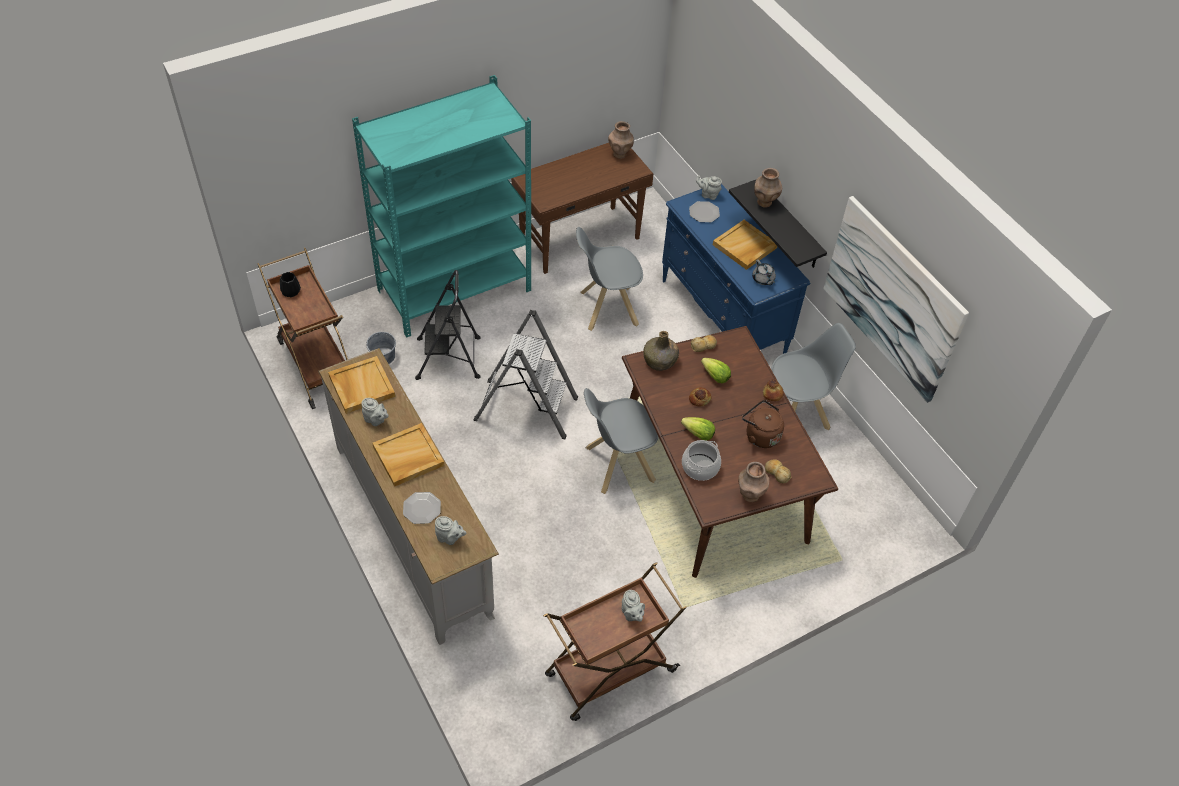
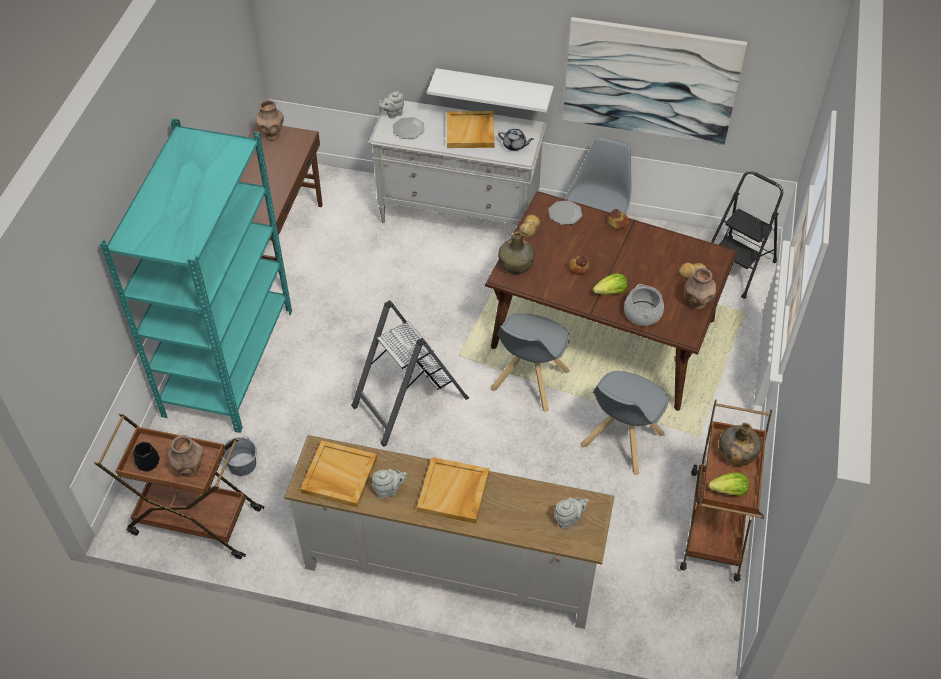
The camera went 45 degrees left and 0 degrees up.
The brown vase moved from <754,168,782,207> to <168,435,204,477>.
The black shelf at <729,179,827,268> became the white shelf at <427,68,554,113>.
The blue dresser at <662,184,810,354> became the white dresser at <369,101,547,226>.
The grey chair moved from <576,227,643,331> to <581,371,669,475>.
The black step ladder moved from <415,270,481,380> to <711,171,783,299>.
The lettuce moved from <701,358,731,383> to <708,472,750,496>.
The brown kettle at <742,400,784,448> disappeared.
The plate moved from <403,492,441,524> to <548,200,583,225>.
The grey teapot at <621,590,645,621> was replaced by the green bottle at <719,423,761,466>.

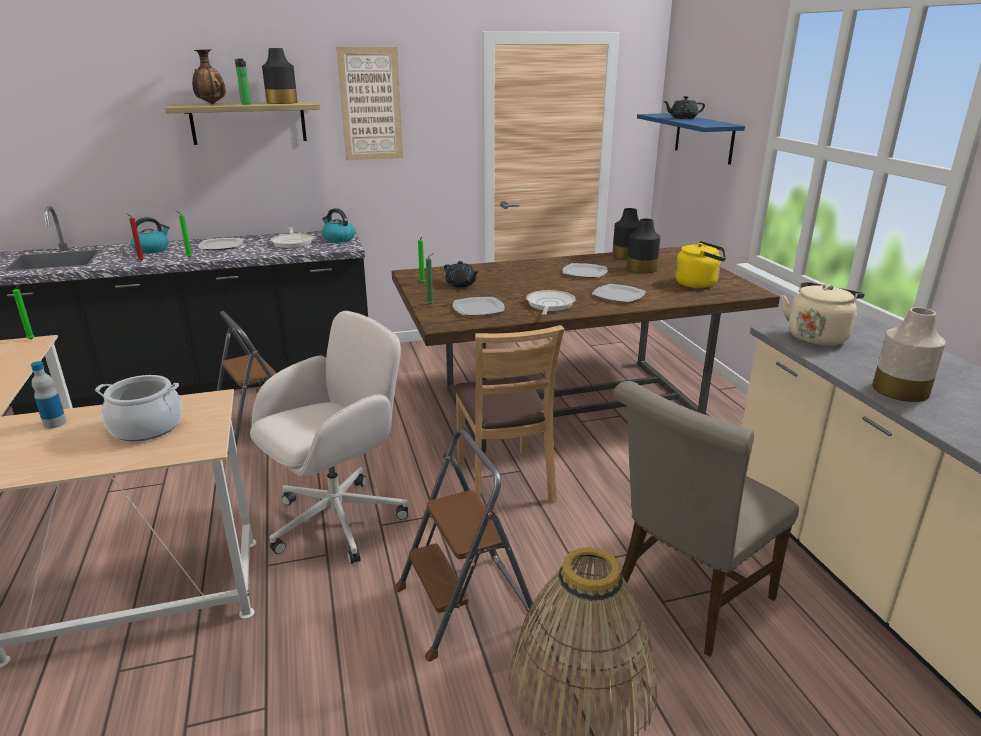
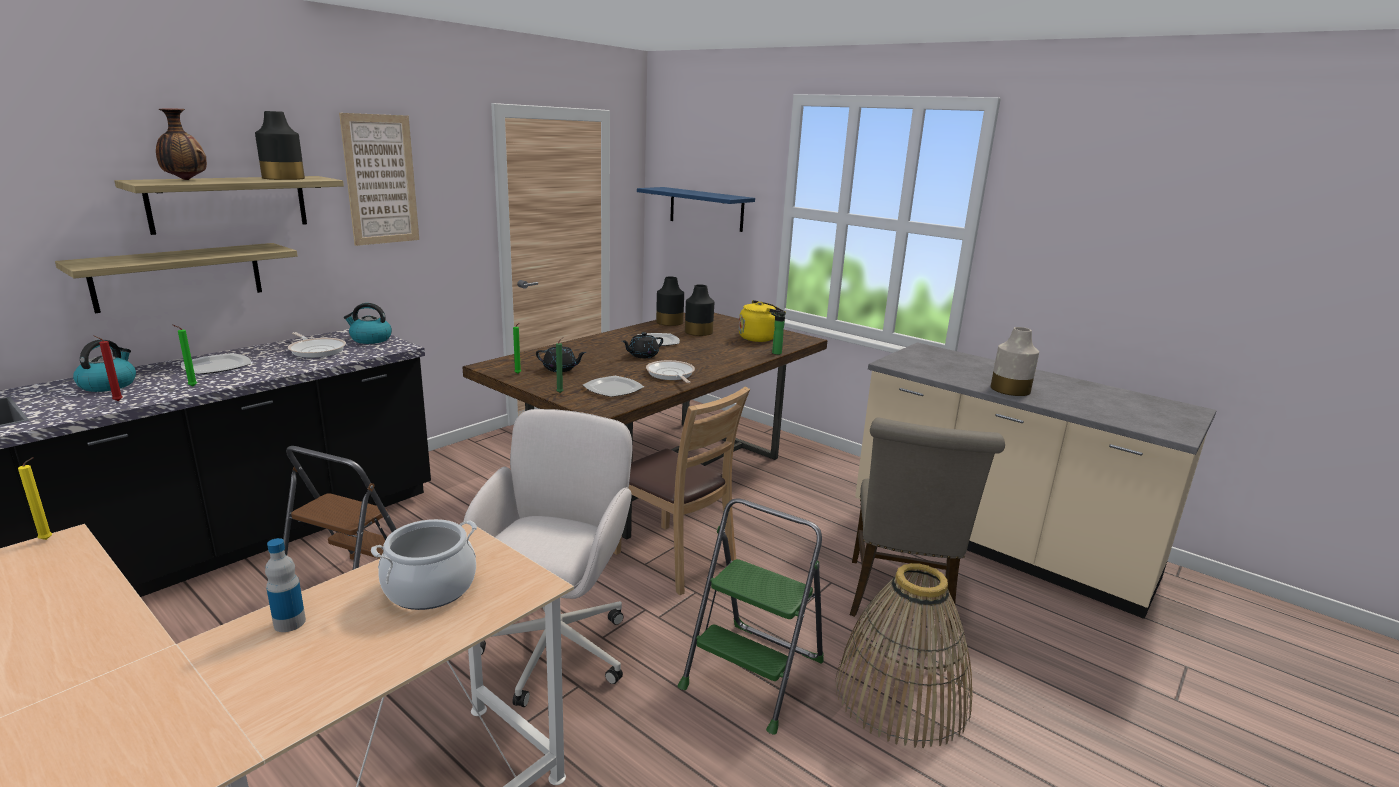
The camera went 35 degrees left and 5 degrees down.
The bottle moved from <235,59,251,105> to <771,312,786,355>.
The black teapot moved from <664,96,705,119> to <622,332,663,358>.
The beige kettle at <781,282,865,346> disappeared.
The plate at <592,284,646,302> disappeared.
The green candle at <13,285,34,340> became the yellow candle at <18,457,52,540>.
The brown step ladder at <394,429,539,662> became the green step ladder at <678,499,824,735>.
The shelf at <55,243,297,313> appeared.

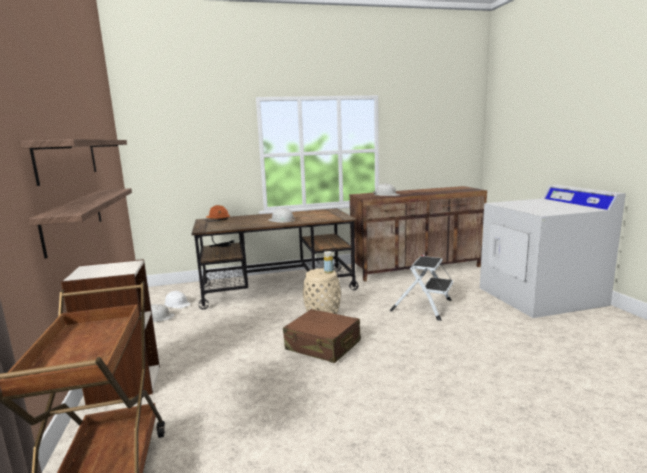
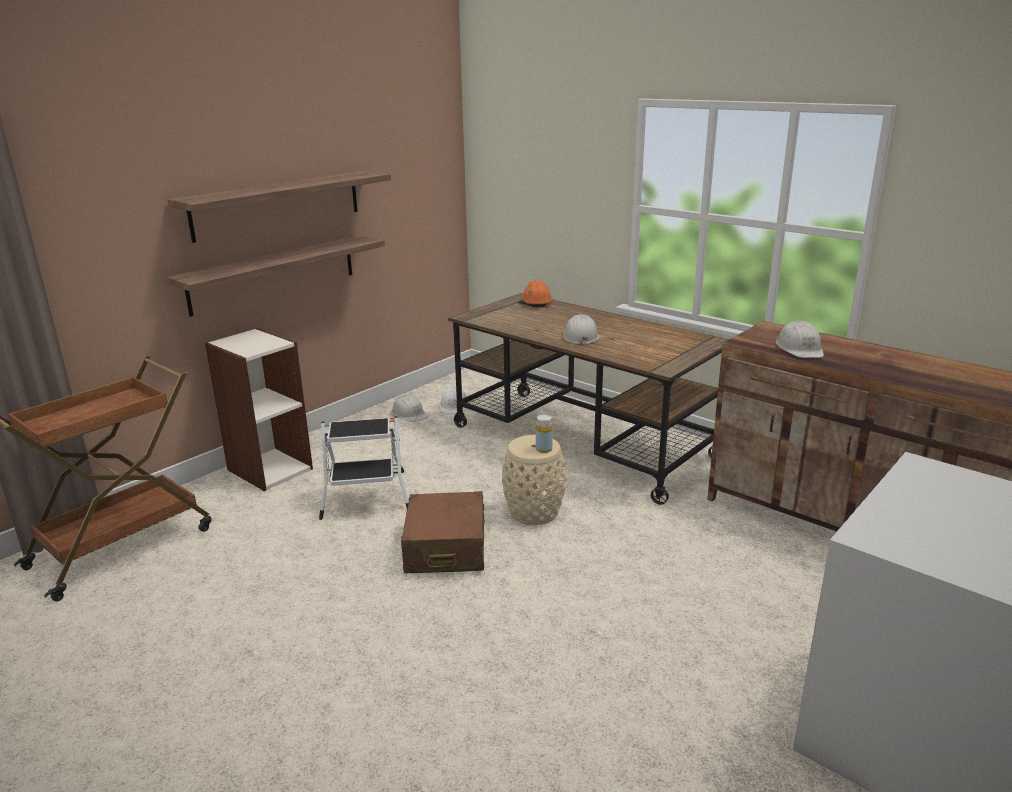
The camera went 55 degrees right and 10 degrees up.
The step ladder moved from <389,254,453,321> to <319,416,409,520>.

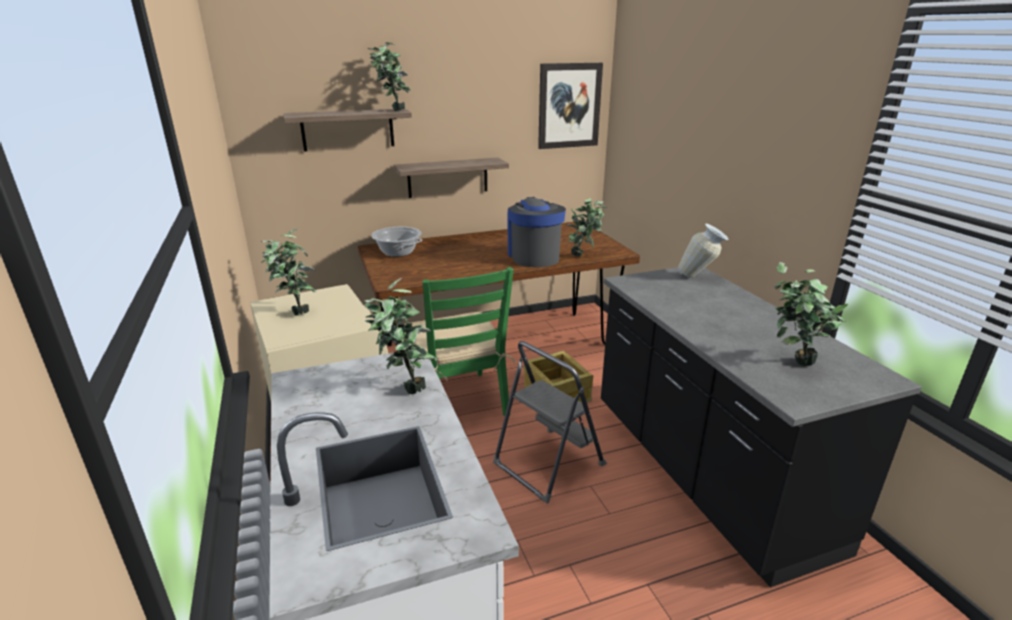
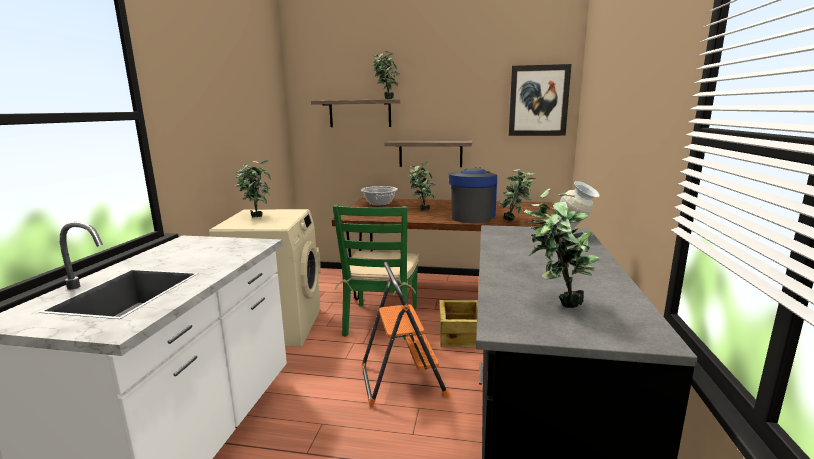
The camera went 30 degrees right and 10 degrees down.
The potted plant moved from <362,278,437,394> to <408,162,436,211>.
The grey step ladder at <493,341,607,504> became the orange step ladder at <361,262,451,408>.

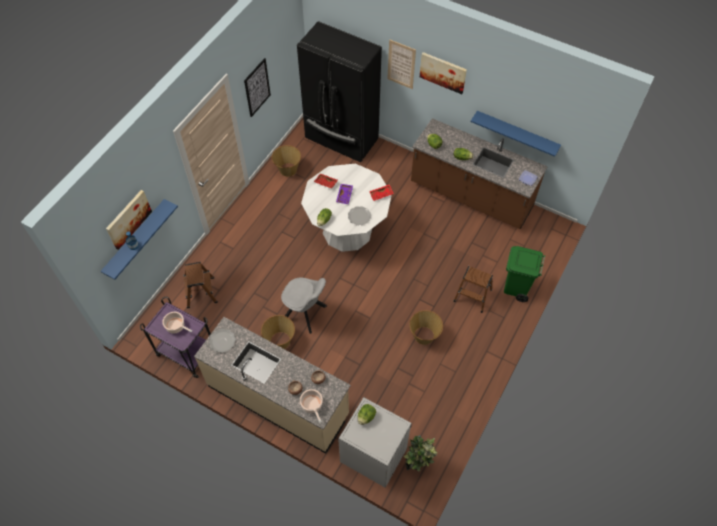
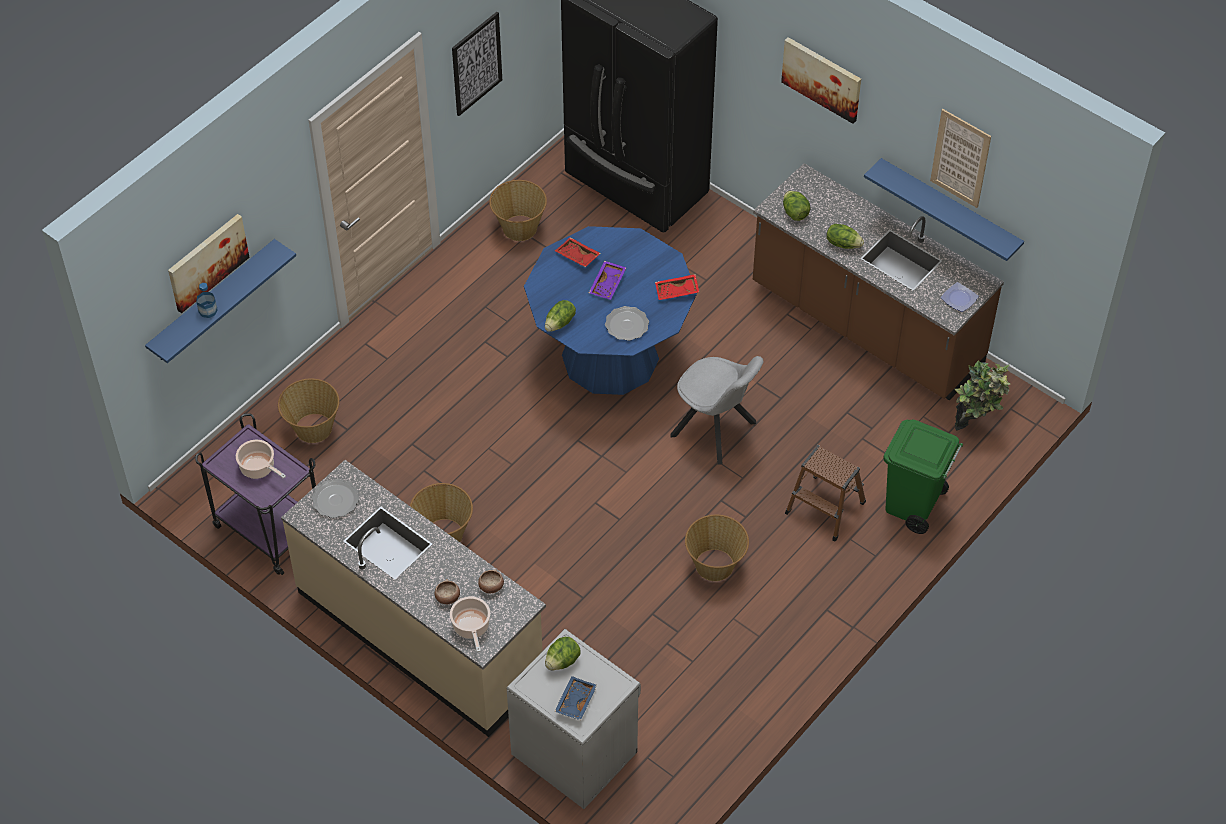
The camera went 10 degrees right and 5 degrees down.
The picture moved from <387,40,416,89> to <930,109,991,208>.
The white dining table at <301,164,392,252> became the blue dining table at <524,226,697,395>.
The brown step ladder at <183,262,218,308> was replaced by the basket at <278,379,339,443>.
The grey chair moved from <281,278,327,334> to <670,356,763,465>.
The potted plant moved from <404,435,437,471> to <955,361,1010,431>.
The blue tray at <554,676,597,720> appeared.

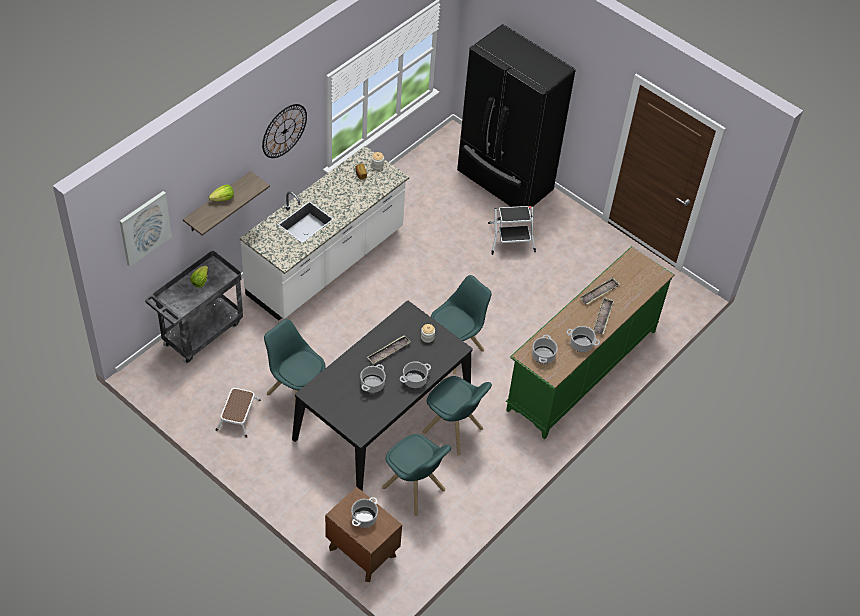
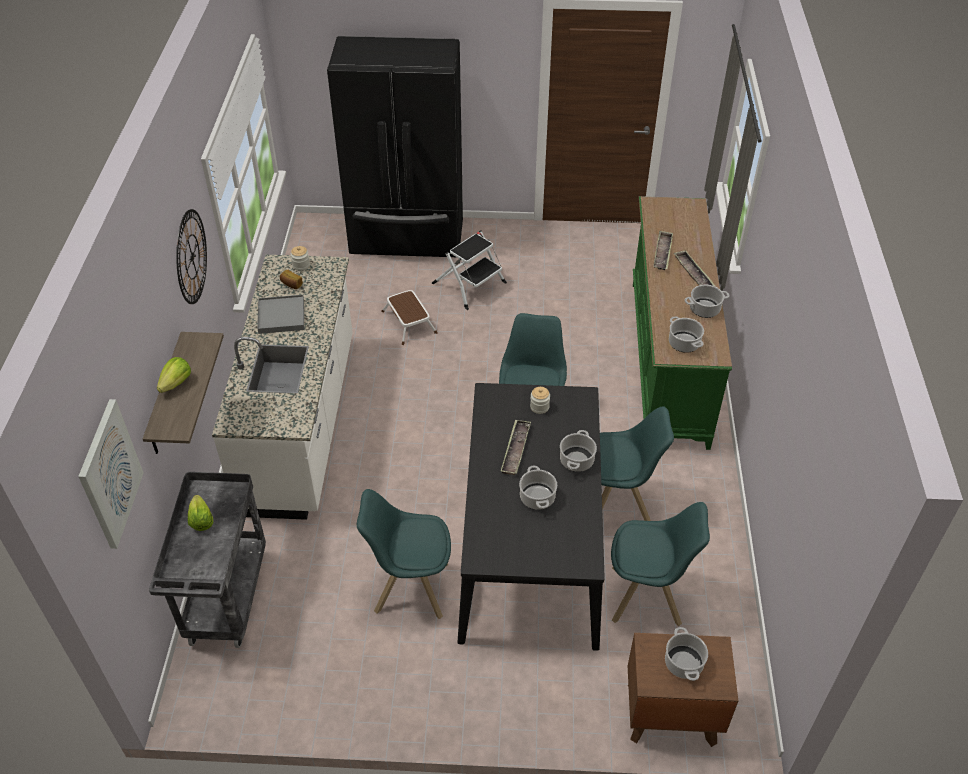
The camera went 35 degrees left and 5 degrees down.
The brown step ladder moved from <216,388,261,438> to <381,290,438,345>.
The grey tray at <257,295,304,334> appeared.

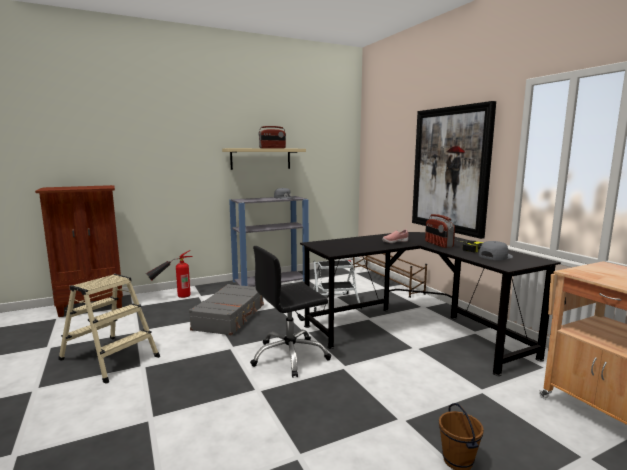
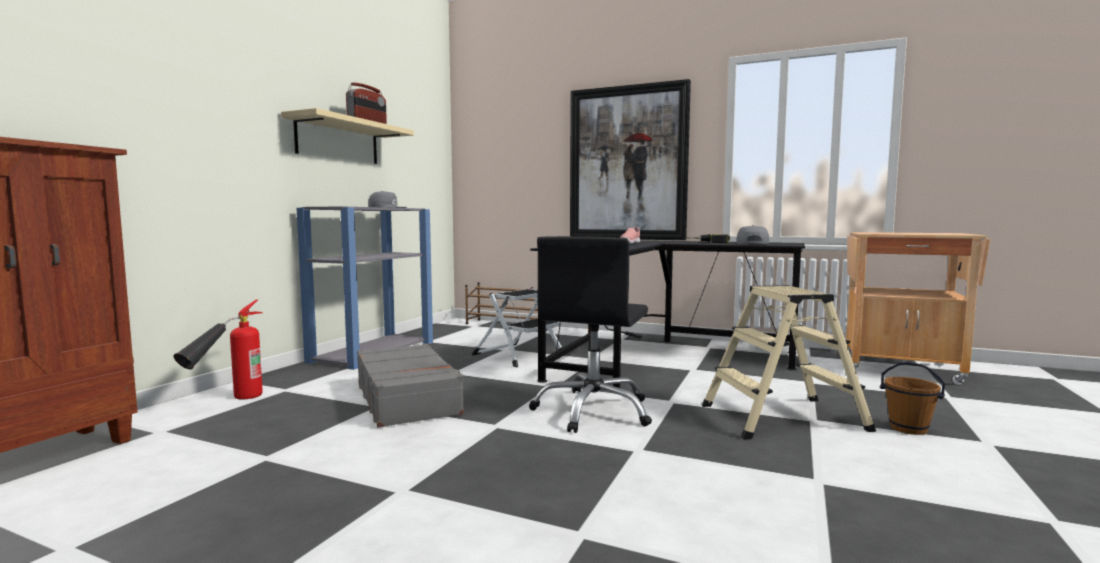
The camera went 40 degrees left and 5 degrees down.
The radio at <425,214,455,248> disappeared.
The beige step ladder moved from <58,274,160,383> to <702,285,876,440>.

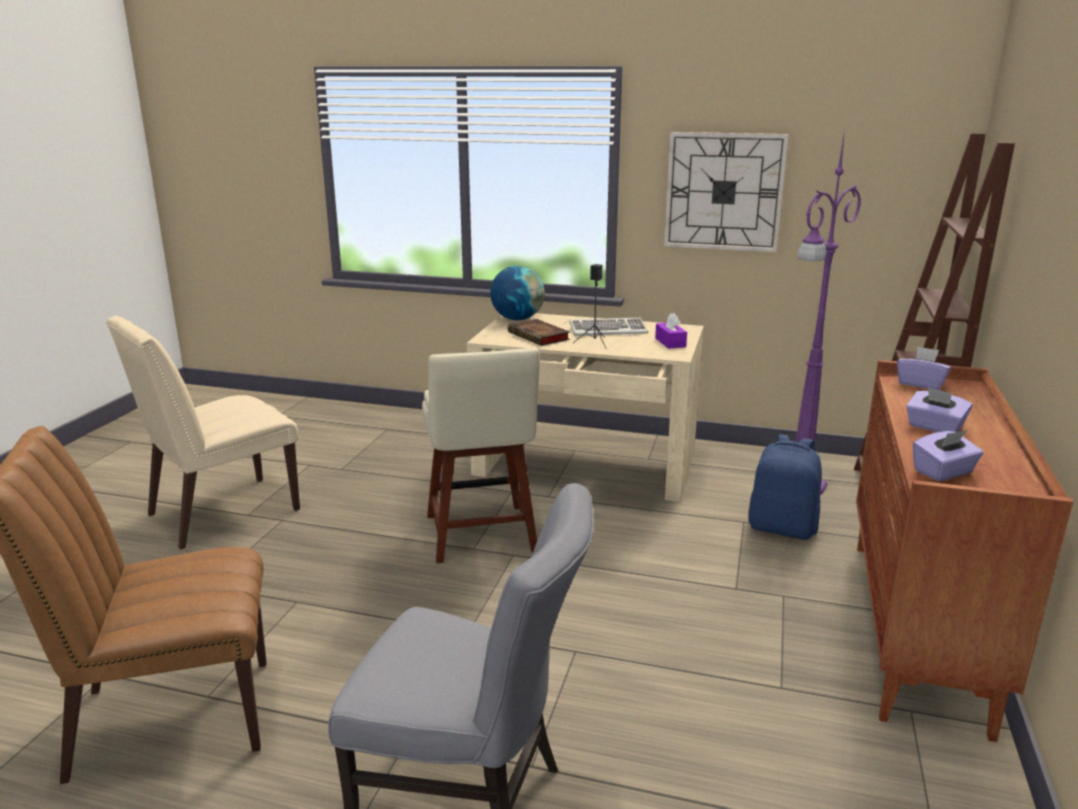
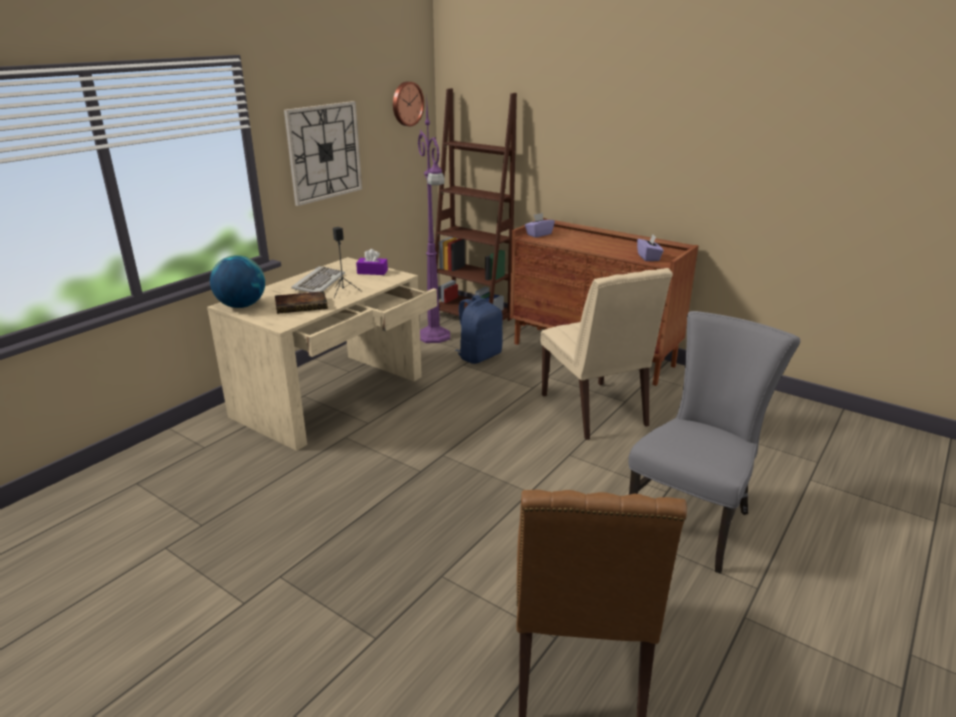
The camera went 70 degrees left and 5 degrees up.
The beige chair moved from <107,316,300,550> to <540,268,673,440>.
The beige stool at <422,348,540,564> disappeared.
The purple tissue box at <906,387,973,432> disappeared.
The wall clock at <393,82,424,126> appeared.

